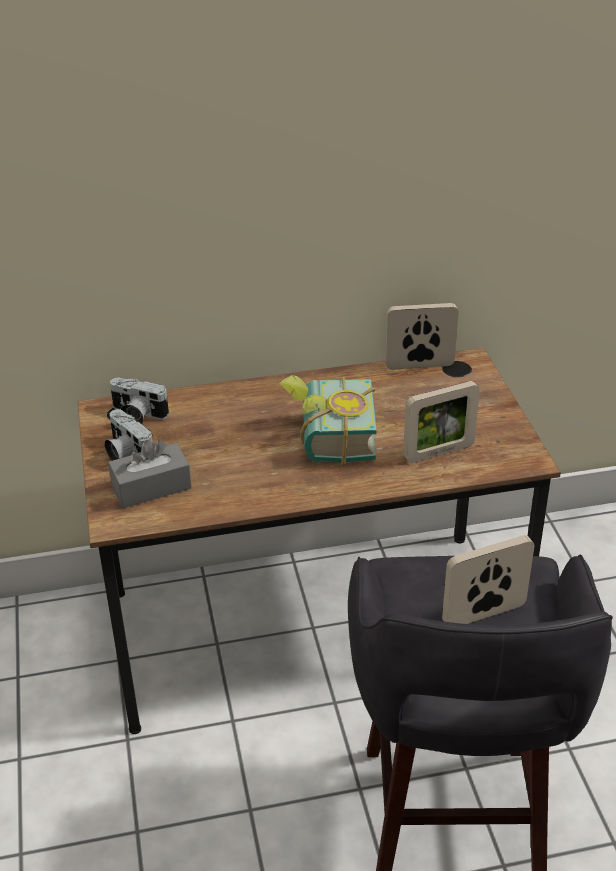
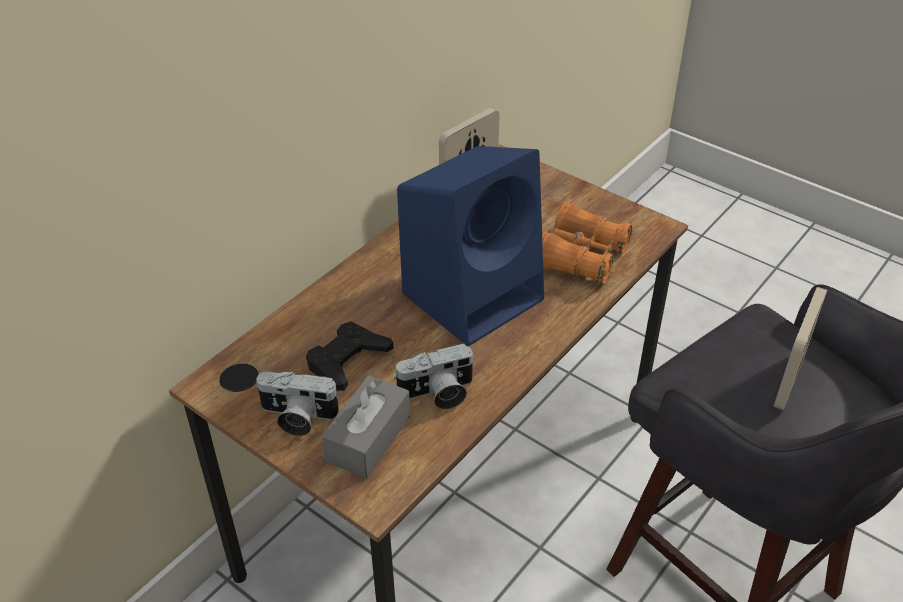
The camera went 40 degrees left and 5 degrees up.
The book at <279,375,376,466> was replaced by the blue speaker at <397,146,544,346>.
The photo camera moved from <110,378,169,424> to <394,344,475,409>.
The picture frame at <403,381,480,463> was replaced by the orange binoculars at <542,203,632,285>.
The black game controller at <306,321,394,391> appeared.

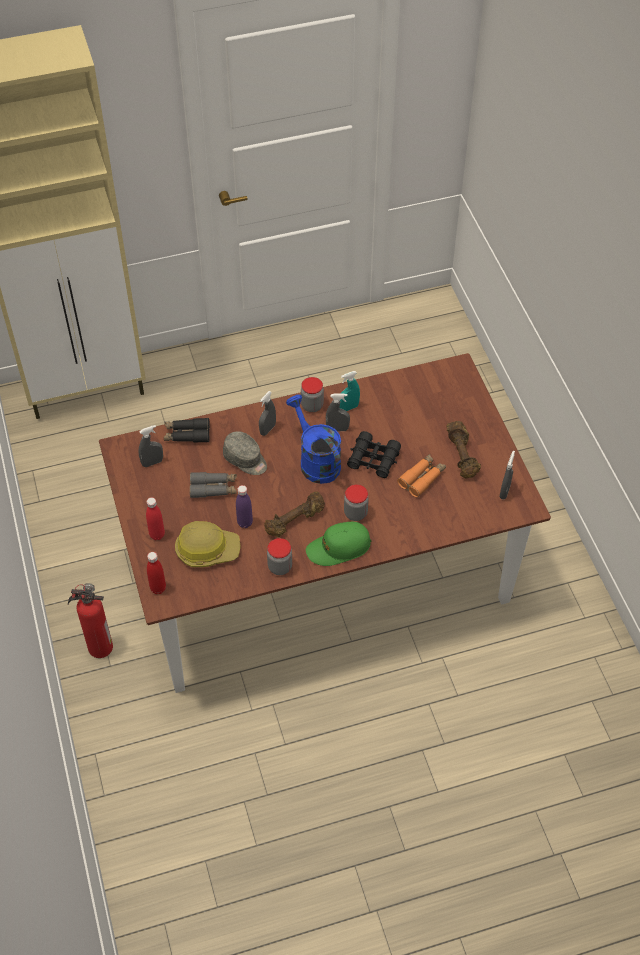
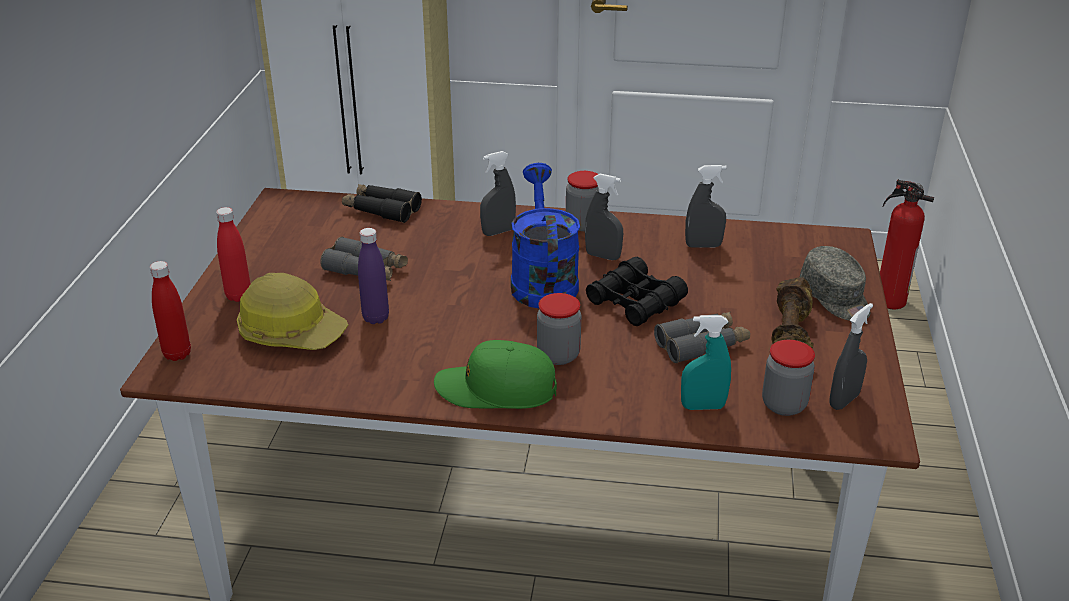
The camera went 25 degrees right and 20 degrees down.
The turquoise spray bottle moved from <339,371,360,411> to <681,315,731,410>.
The grey spray bottle moved from <139,425,163,467> to <685,165,727,248>.
The grey cap moved from <223,431,267,475> to <800,246,870,321>.
The orange binoculars at <397,454,446,497> became the grey binoculars at <654,312,750,363>.
The brown dumbbell at <264,491,325,537> disappeared.
The jar moved from <267,538,292,575> to <762,340,815,416>.
The fire extinguisher moved from <68,583,113,658> to <880,179,934,309>.

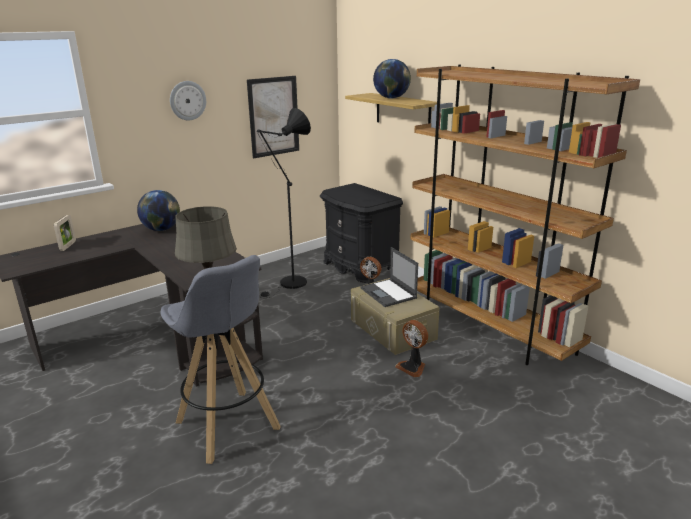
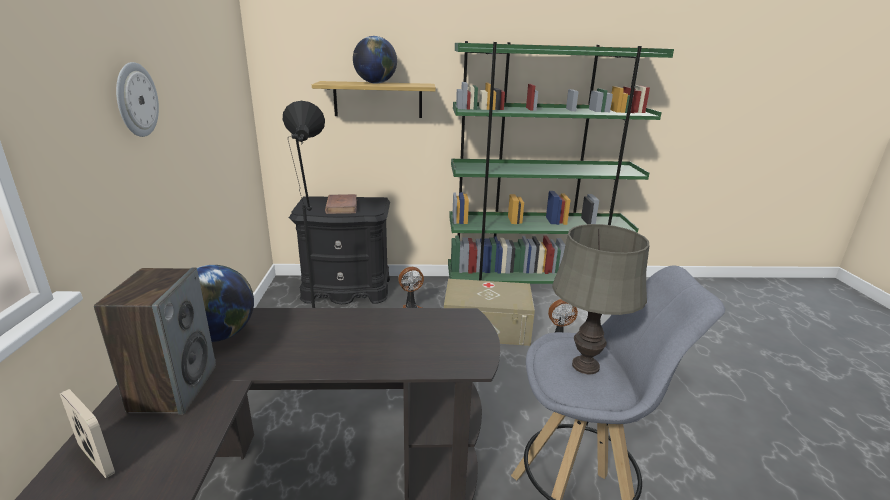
The camera went 55 degrees left and 0 degrees up.
The brown bookcase at <410,65,640,365> became the green bookcase at <448,41,674,284>.
The picture at <247,76,299,158> disappeared.
The laptop at <360,247,418,307> disappeared.
The brown book at <325,194,357,214> appeared.
The speaker at <94,267,216,415> appeared.

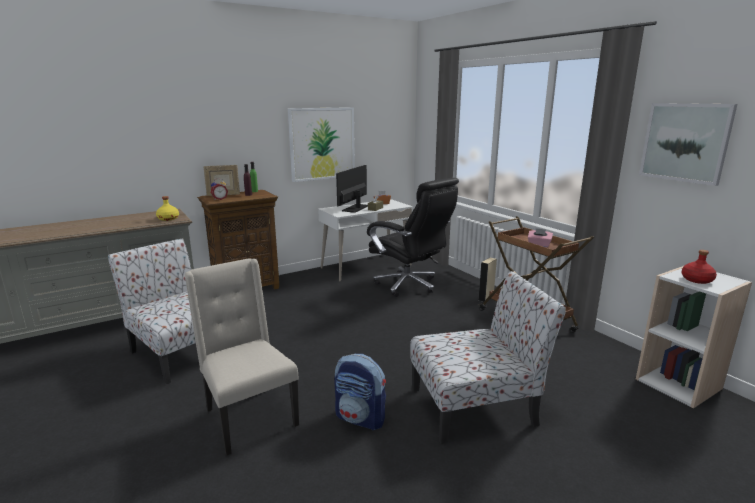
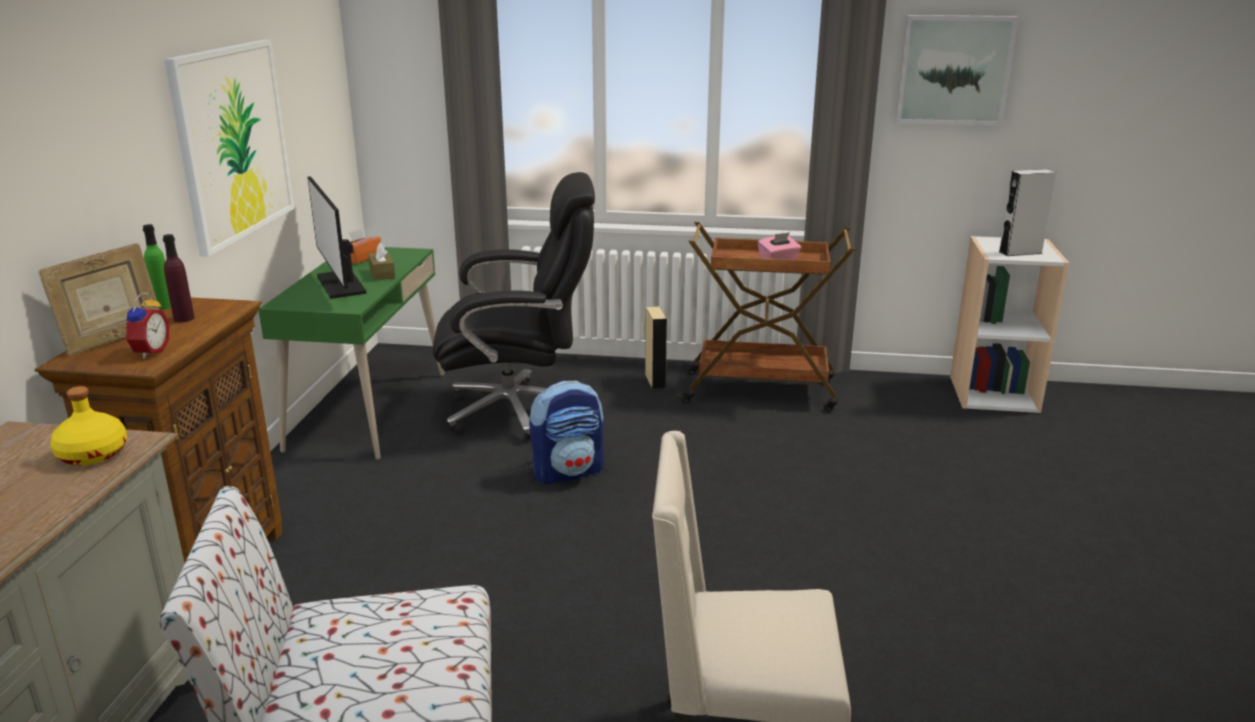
The camera went 50 degrees left and 5 degrees up.
The white desk at <318,199,413,281> became the green desk at <259,247,445,460>.
The red bottle at <681,250,717,284> was replaced by the grey speaker at <999,169,1056,256>.
The chair at <410,271,566,444> disappeared.
The backpack moved from <334,354,386,430> to <529,381,604,484>.

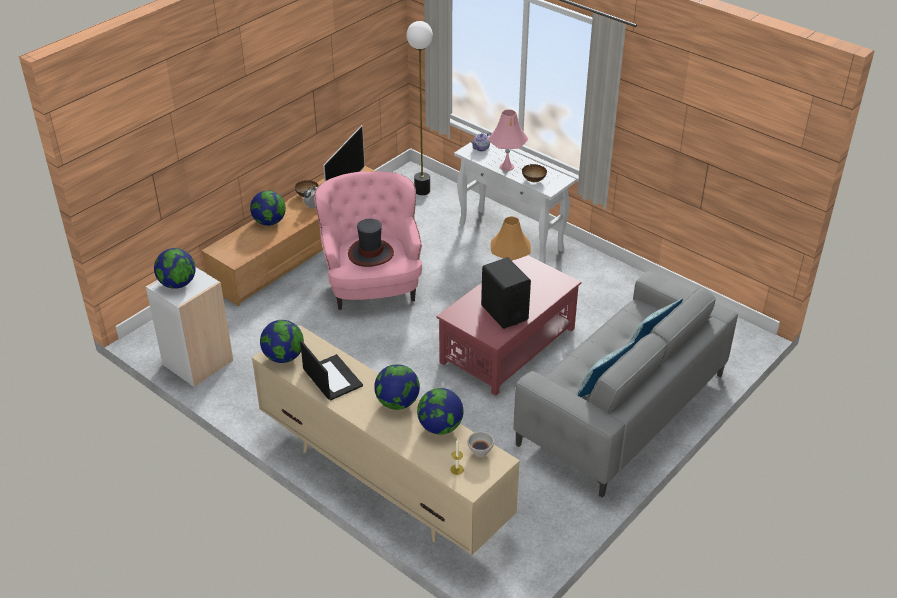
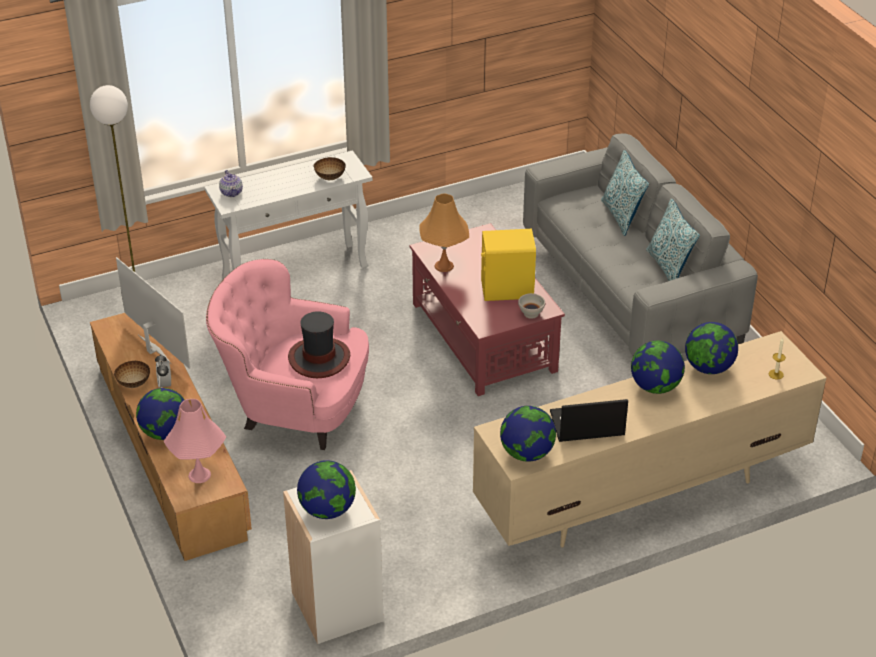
The camera went 65 degrees left and 0 degrees up.
The pink table lamp moved from <488,110,529,171> to <163,399,226,483>.
The black speaker at <481,257,531,329> became the yellow speaker at <481,229,536,301>.
The white bowl moved from <468,431,494,457> to <518,293,545,319>.

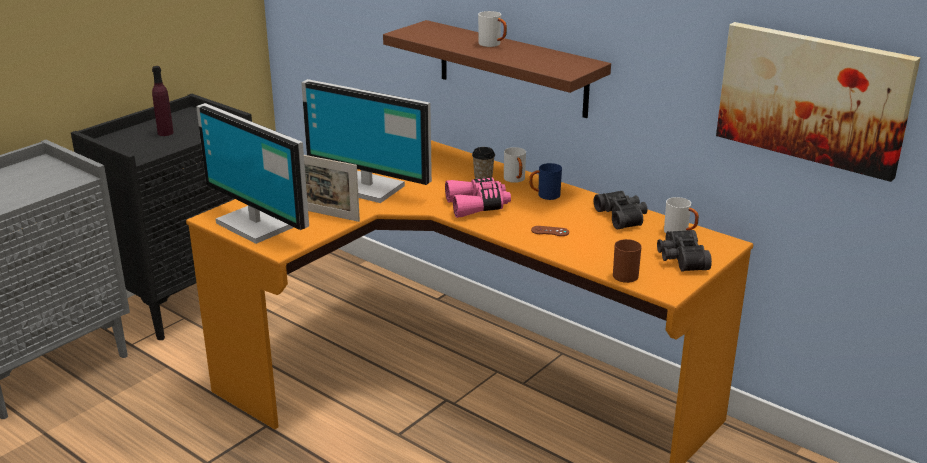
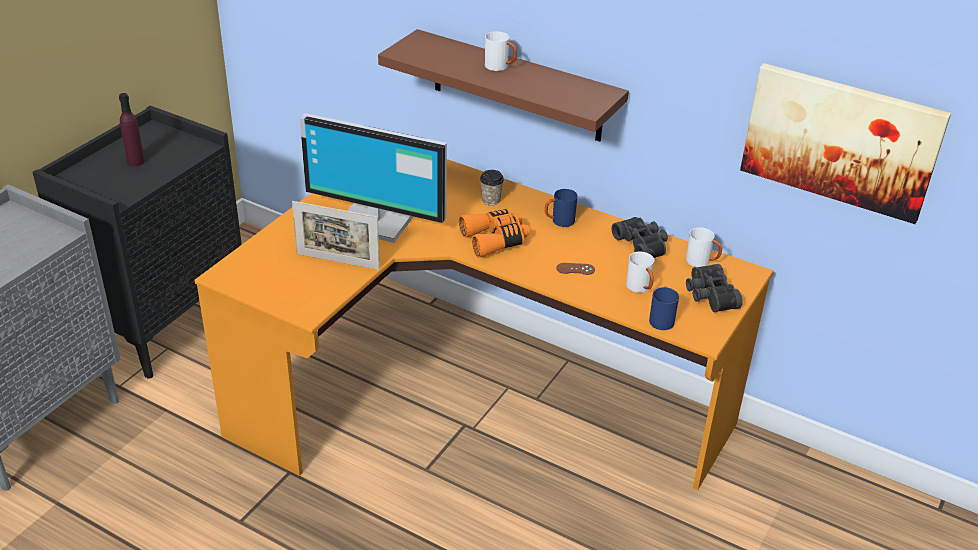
The camera went 10 degrees left and 10 degrees up.
The monitor at <196,103,309,244> disappeared.
The white mug moved from <504,147,526,183> to <626,252,654,293>.
The pink binoculars at <445,177,511,218> became the orange binoculars at <459,209,530,258>.
The brown mug at <613,239,641,283> became the blue mug at <649,286,679,330>.

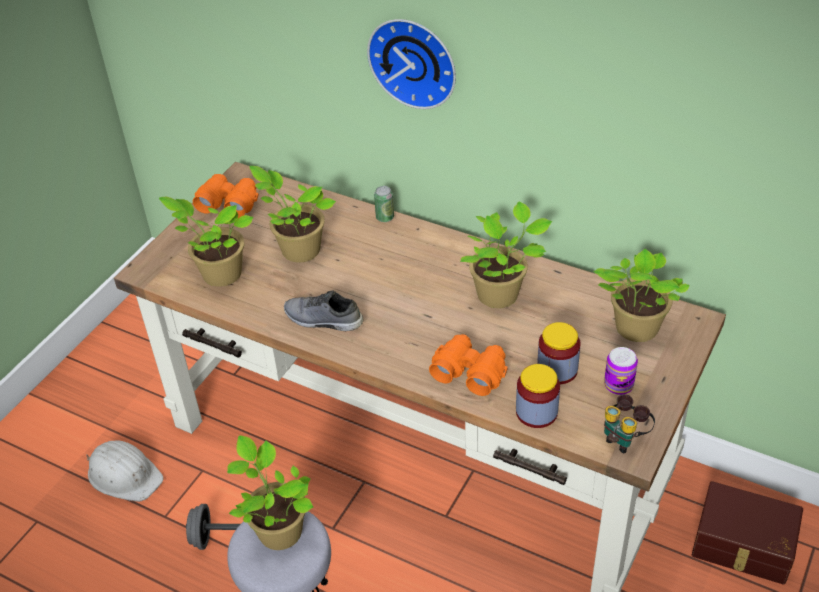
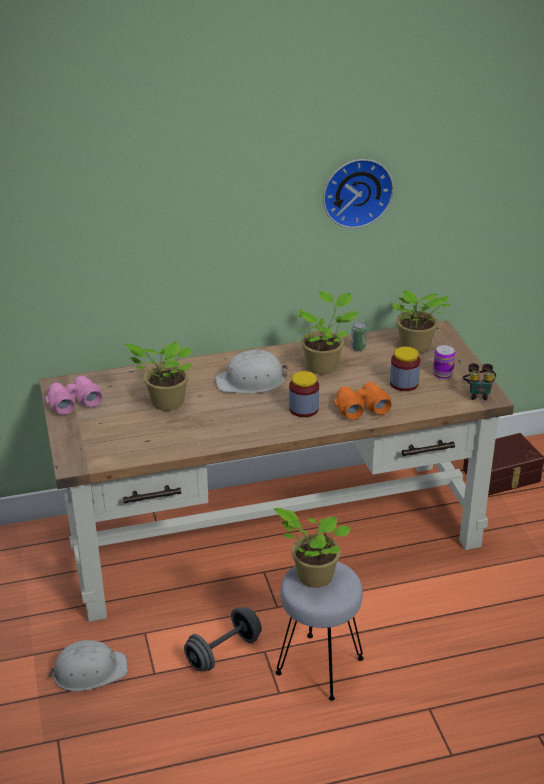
The camera went 45 degrees left and 10 degrees down.
The wall clock moved from <367,19,456,109> to <323,159,394,228>.
The orange binoculars at <193,174,259,218> became the pink binoculars at <45,376,102,415>.
The can moved from <374,186,394,222> to <351,322,367,351>.
The potted plant at <159,197,253,287> disappeared.
The grey shoe at <284,290,363,331> disappeared.
The jar moved from <516,364,560,428> to <289,371,319,417>.
The white hard hat at <215,350,288,394> appeared.

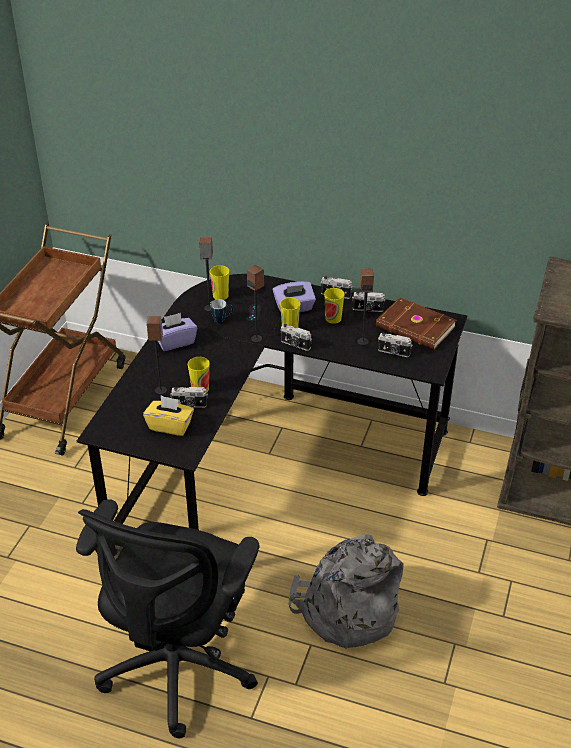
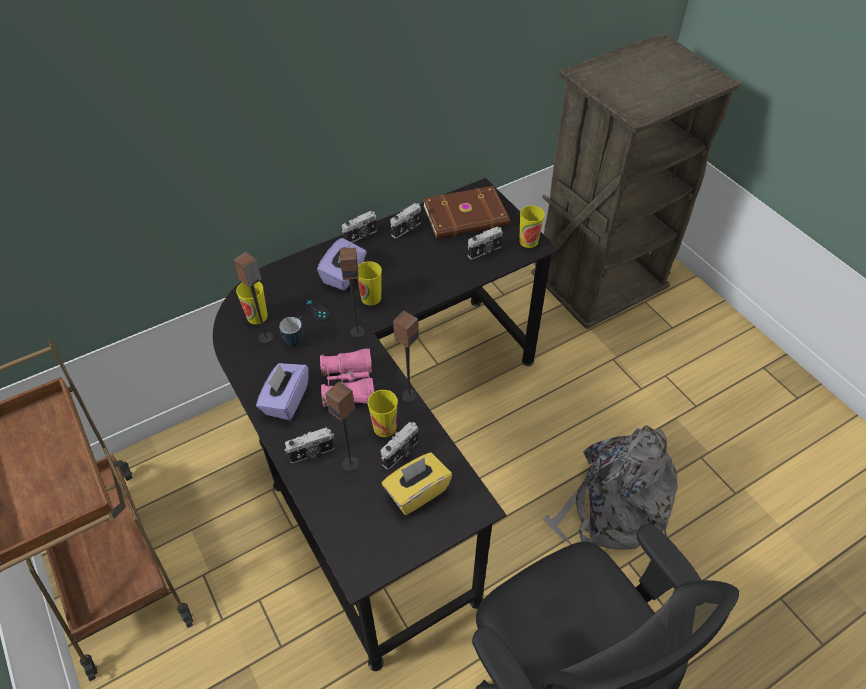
The camera went 50 degrees left and 10 degrees up.
The speaker moved from <358,269,374,345> to <393,311,419,402>.
The cup moved from <324,288,345,324> to <519,206,545,248>.
The photo camera moved from <280,324,312,351> to <284,427,335,463>.
The pink binoculars at <320,348,374,407> appeared.

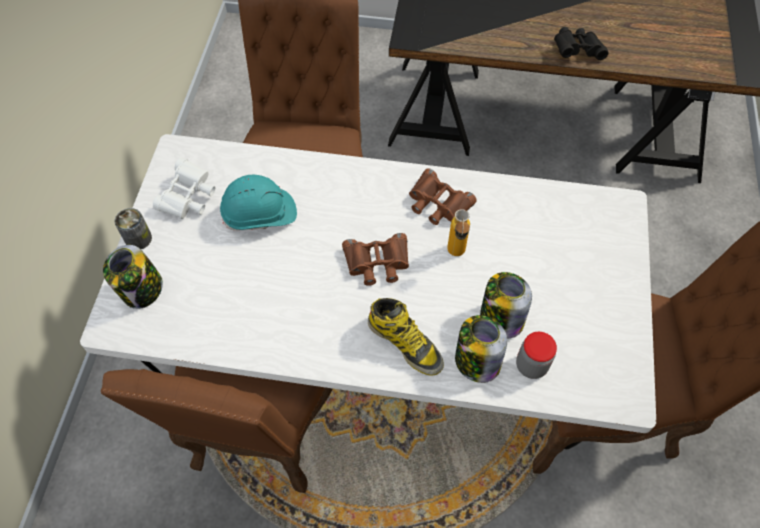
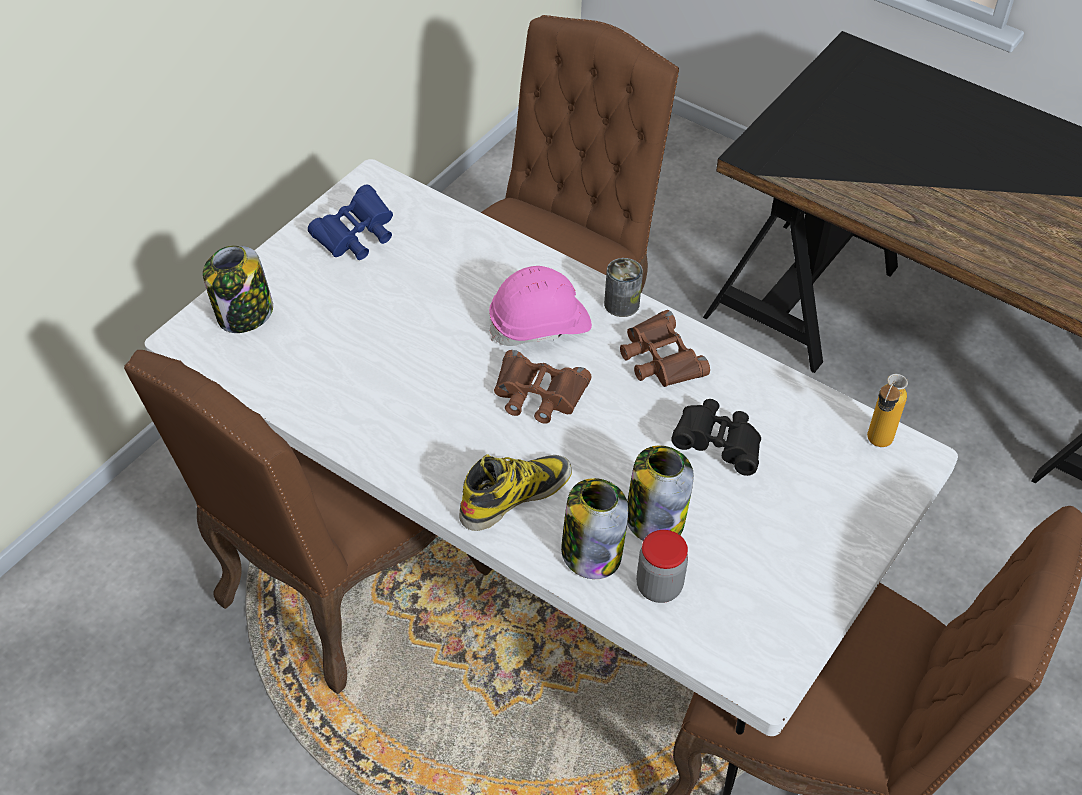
The camera went 25 degrees right and 10 degrees down.
The black binoculars moved from <554,27,609,60> to <671,399,761,476>.
The white binoculars at <153,157,215,219> became the blue binoculars at <308,185,393,260>.
The turquoise hard hat at <220,175,297,231> disappeared.
The can moved from <114,208,152,249> to <604,258,643,317>.
The bottle moved from <447,209,470,256> to <867,374,908,447>.
The boot at <368,298,444,376> turned 105 degrees counterclockwise.
The pink hard hat at <489,266,592,346> appeared.

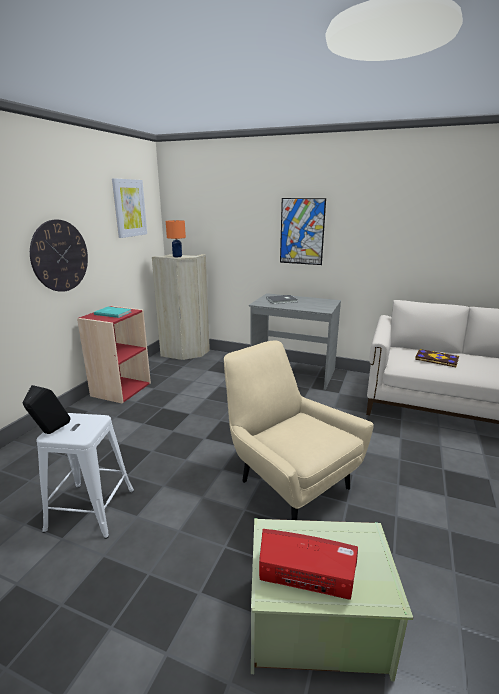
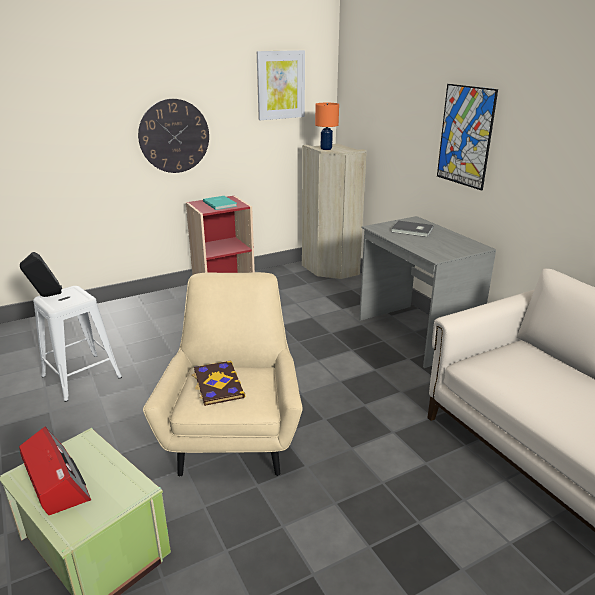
The camera went 40 degrees right and 5 degrees up.
The book moved from <415,349,459,367> to <191,361,245,406>.

